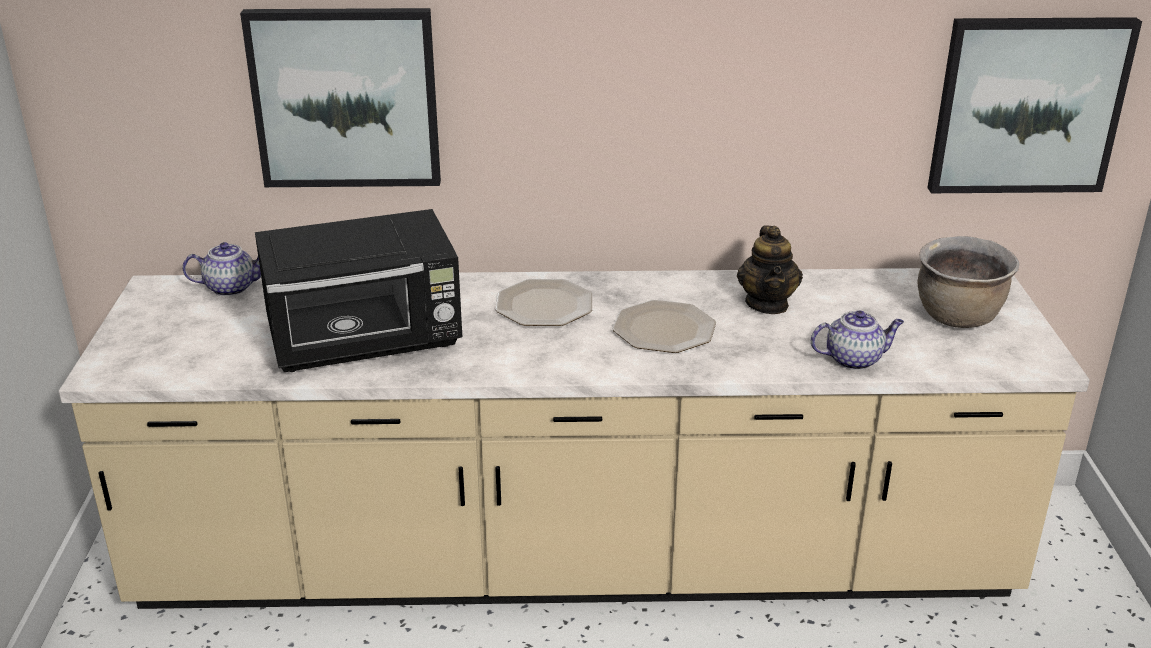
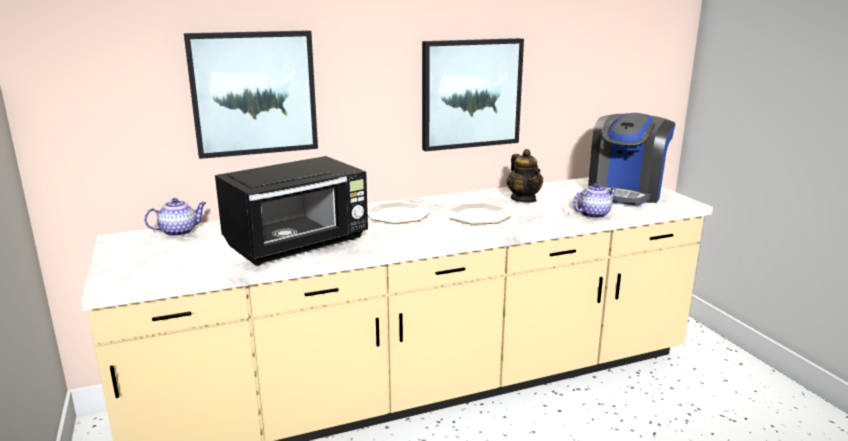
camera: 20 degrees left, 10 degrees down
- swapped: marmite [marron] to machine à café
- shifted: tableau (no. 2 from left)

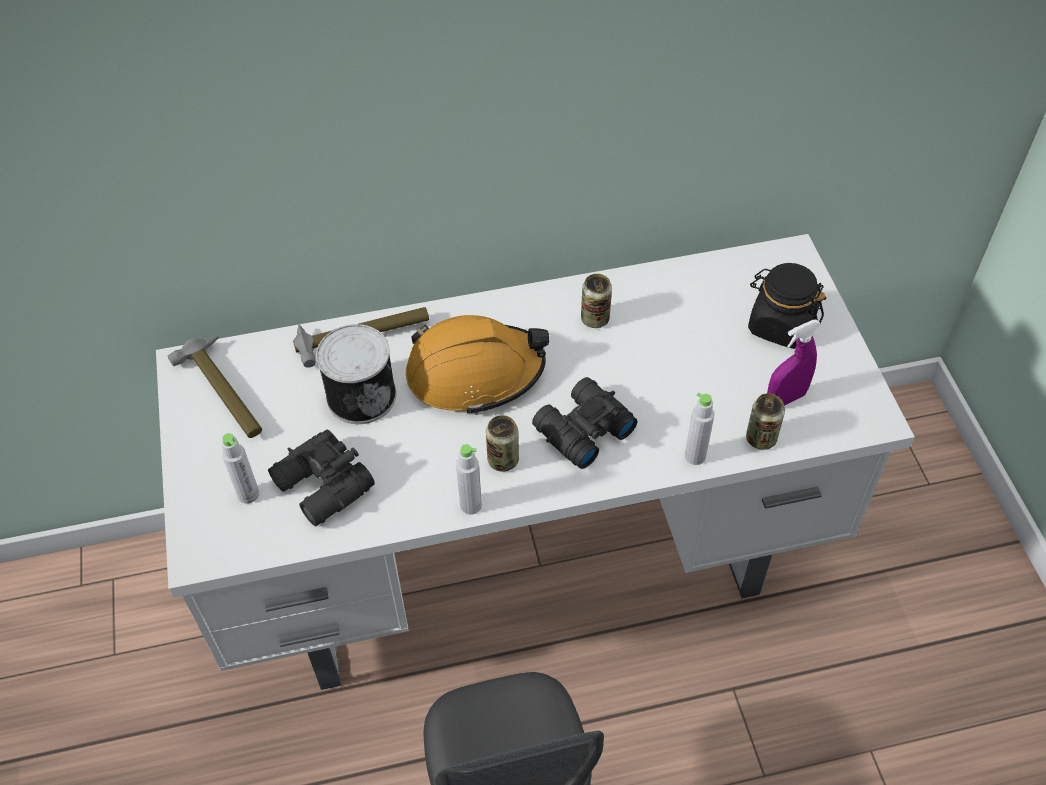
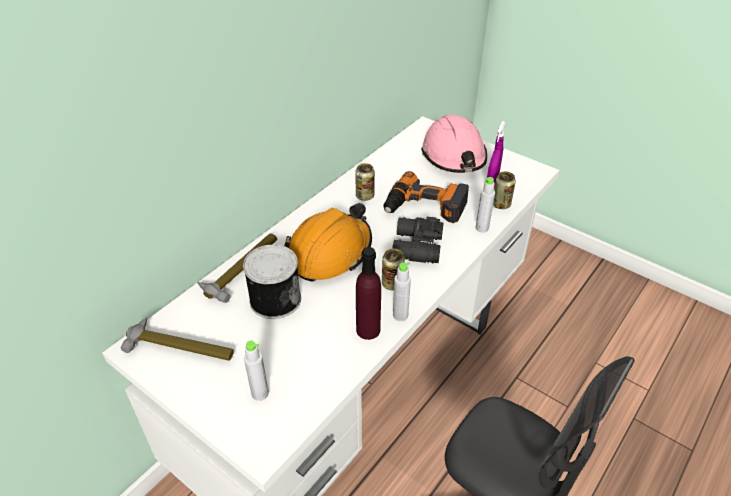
camera: 40 degrees left, 10 degrees down
- gone: jumelles [noir] (no. 1 from left)
- swapped: bocal [noir] to casque de chantier [rose]
- new: bouteille [violet]
- new: perceuse

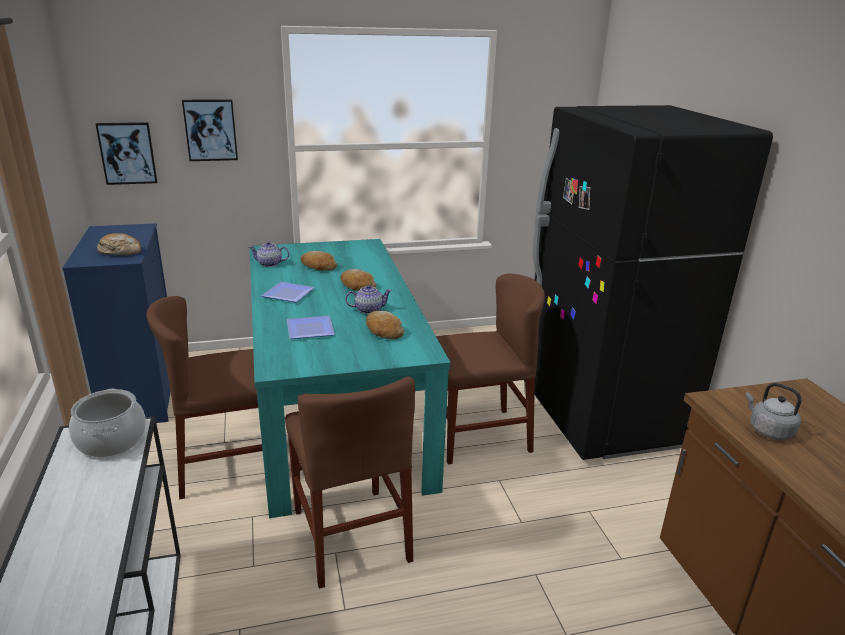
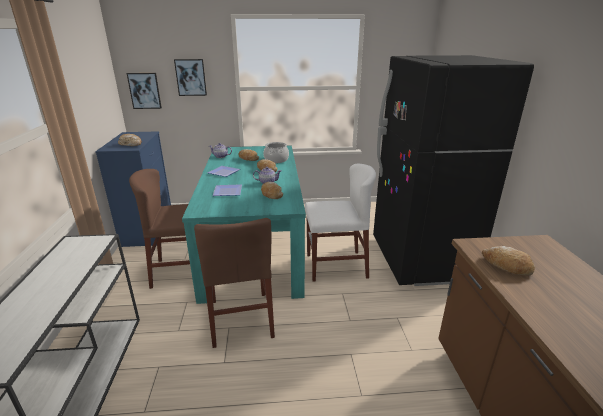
camera: 10 degrees right, 0 degrees up
- shifted: marmite
- repainted: chaise [marron] (no. 3 from left) to chaise [blanc]
- swapped: bouilloire [gris] to pain (no. 5 from left)

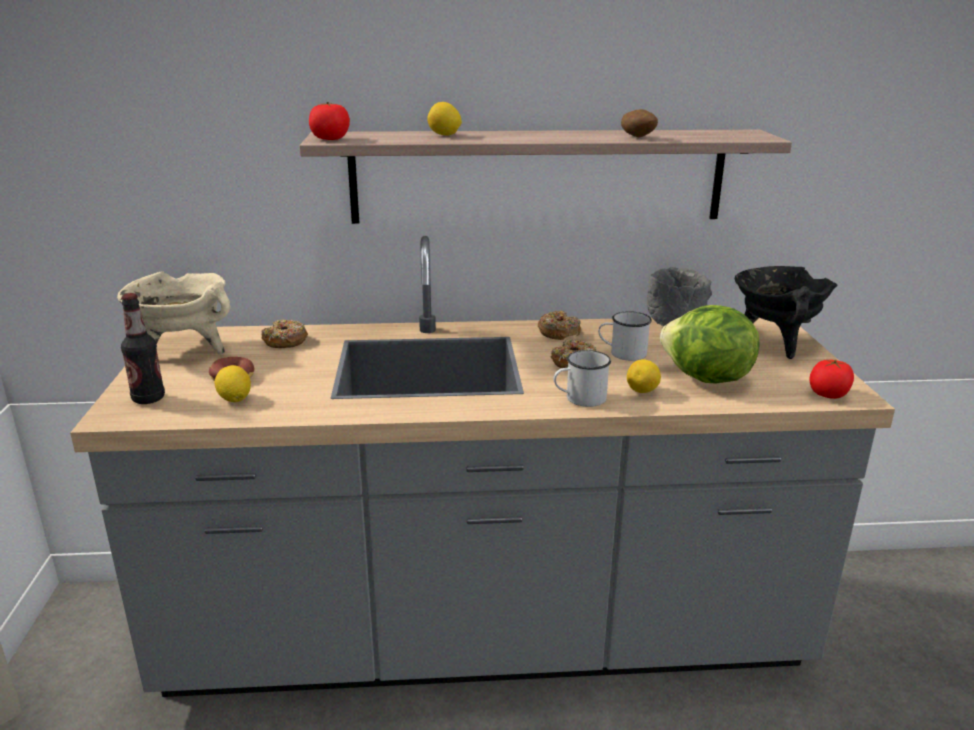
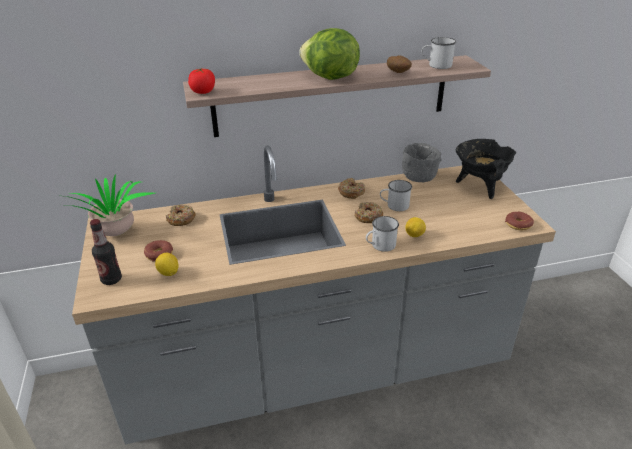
camera: 10 degrees left, 10 degrees up
- swapped: marmite [beige] to plante en pot
- gone: citron (no. 2 from left)
- shifted: laitue
- swapped: tomate (no. 2 from left) to beignet (no. 5 from left)
- new: mug [blanc] (no. 3 from left)

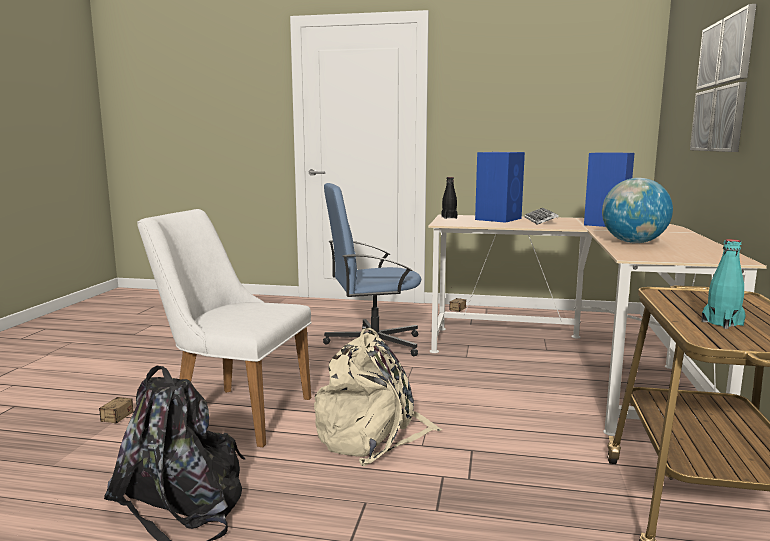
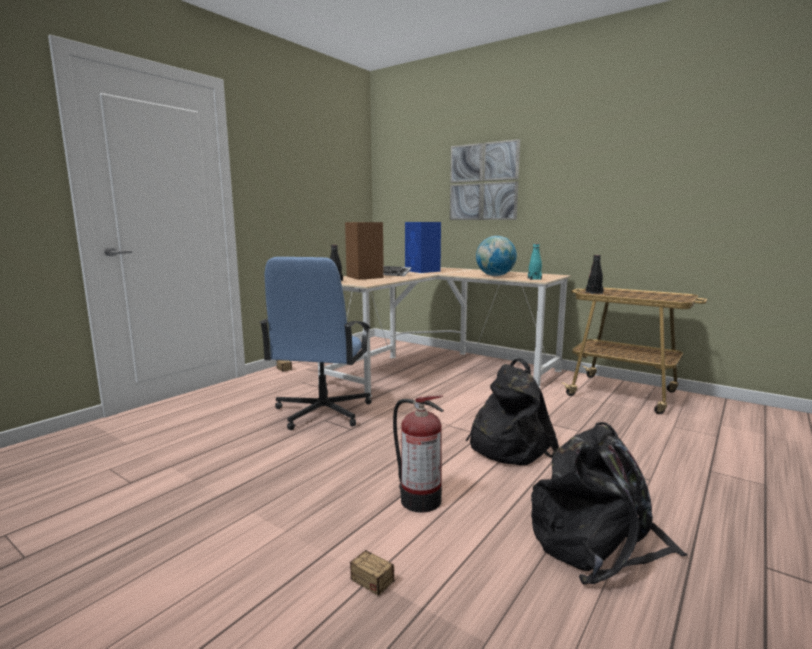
camera: 65 degrees left, 0 degrees up
- swapped: chaise [blanc] to extincteur
- repainted: sac à dos [beige] to sac à dos [noir] (no. 1 from left)
- repainted: enceinte [bleu] (no. 1 from left) to enceinte [marron]
- shifted: bouteille [turquoise]
- new: bouteille [noir] (no. 2 from left)

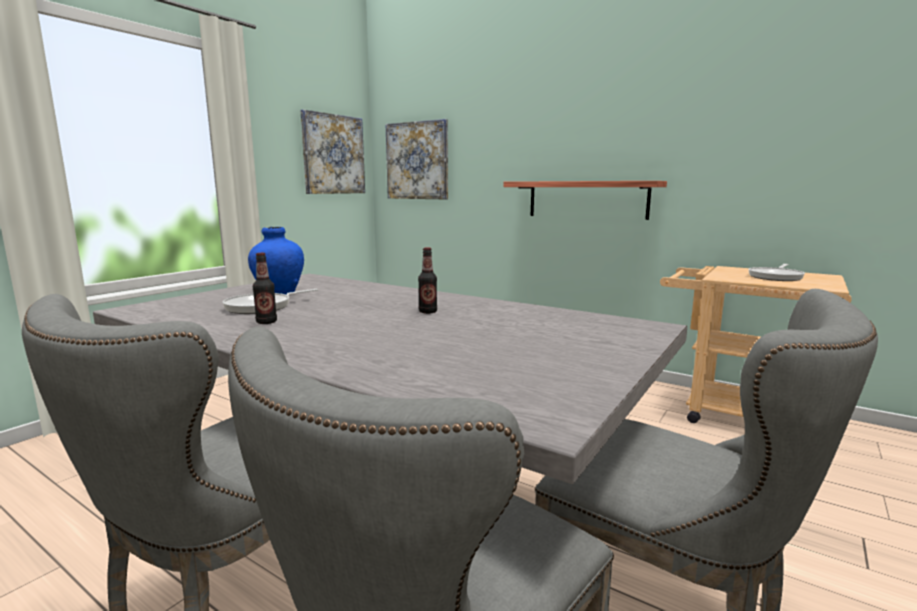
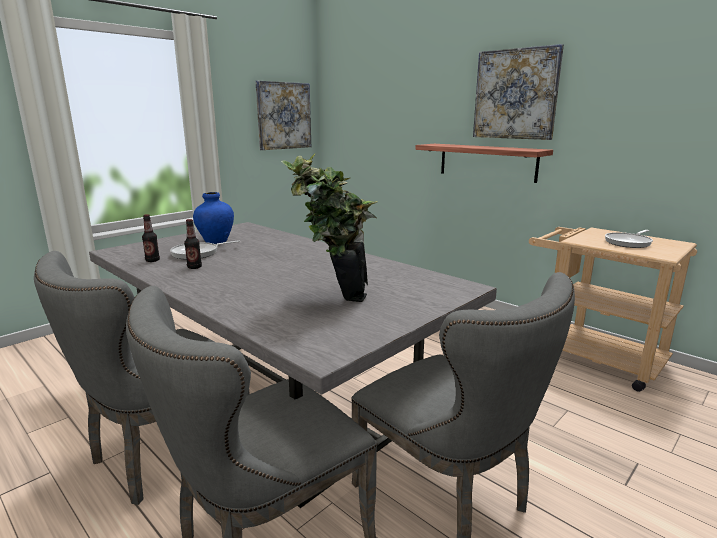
camera: 10 degrees right, 5 degrees up
- shifted: tableau (no. 2 from left)
- shifted: bouteille (no. 2 from left in the first image) to bouteille (no. 1 from left)
- new: plante en pot

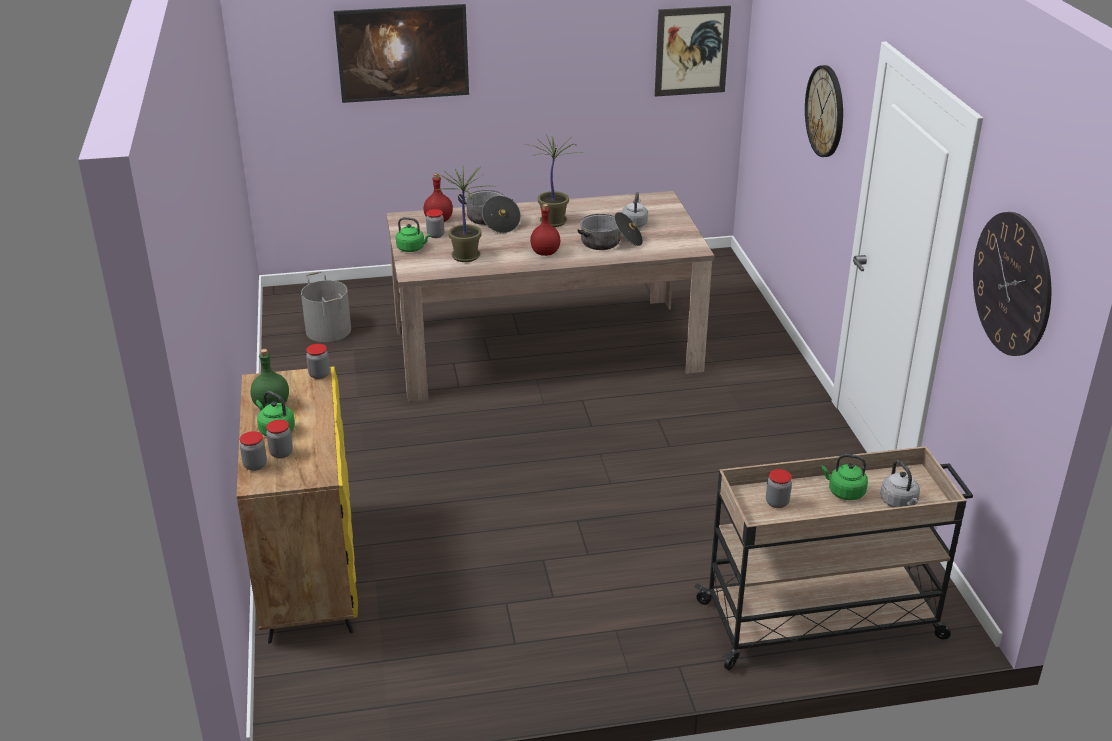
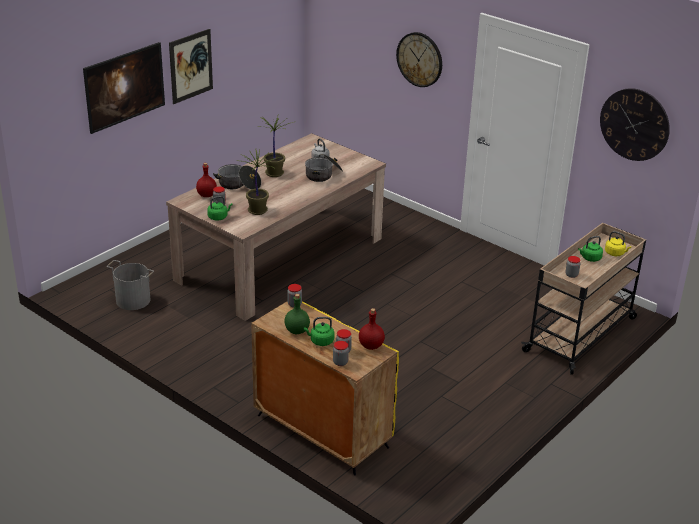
camera: 40 degrees left, 0 degrees up
- shifted: bouteille [rouge] (no. 2 from left)
- shifted: tableau (no. 2 from left)
- repainted: bouilloire [gris] (no. 2 from left) to bouilloire [jaune]

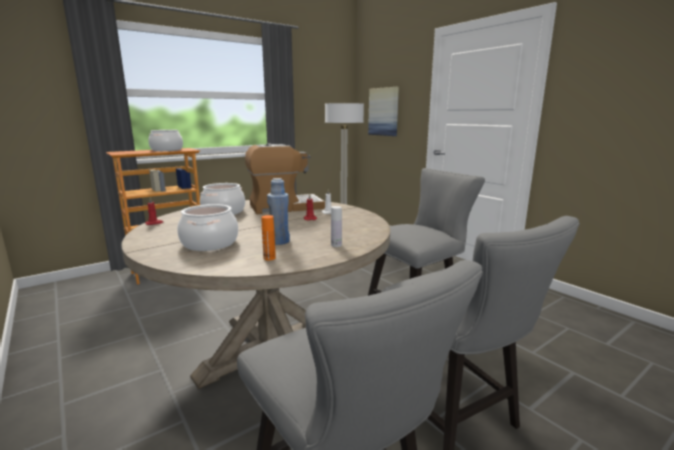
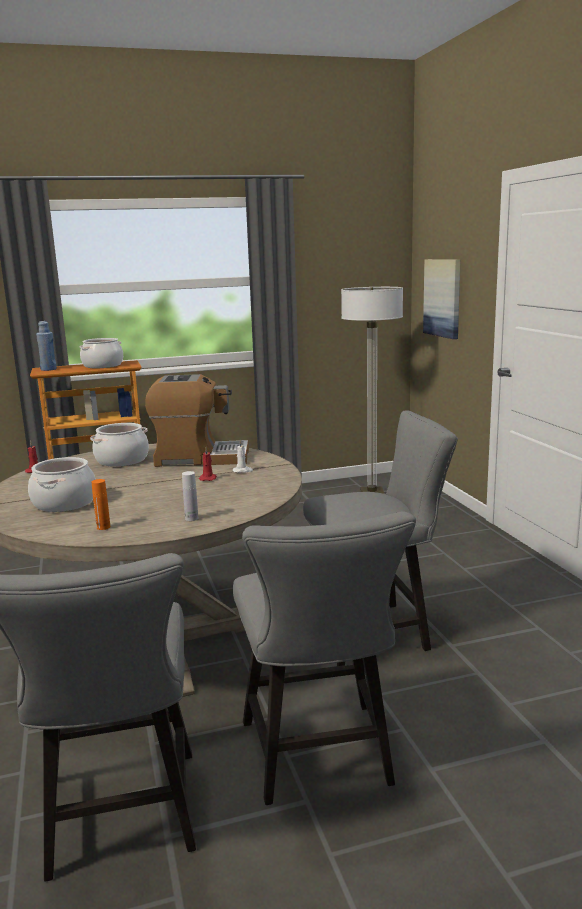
camera: 20 degrees right, 0 degrees up
- shifted: bouteille [bleu]

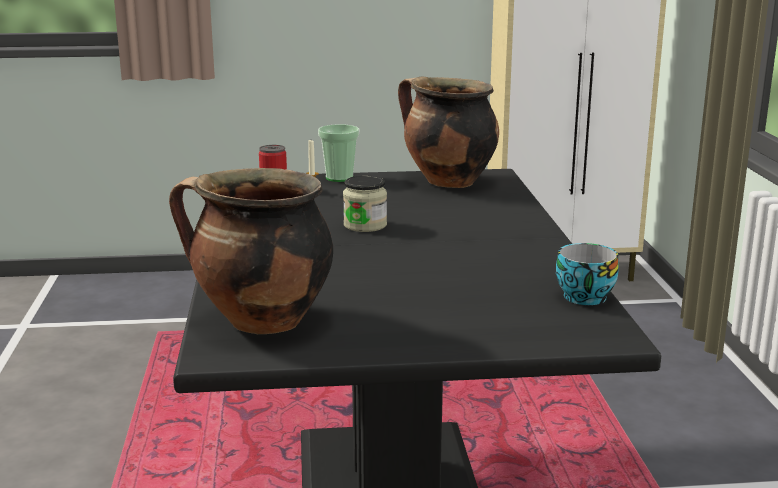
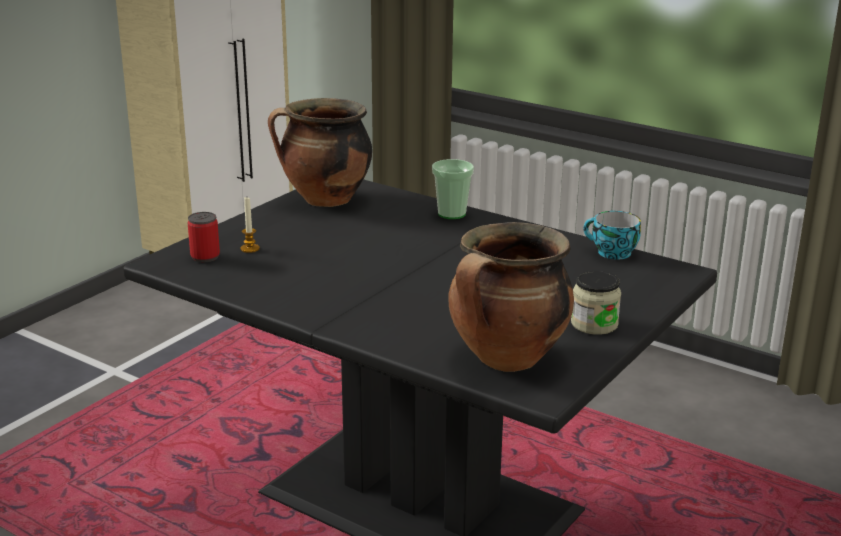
camera: 50 degrees left, 5 degrees up
- shifted: tasse (no. 1 from left)
- shifted: bocal

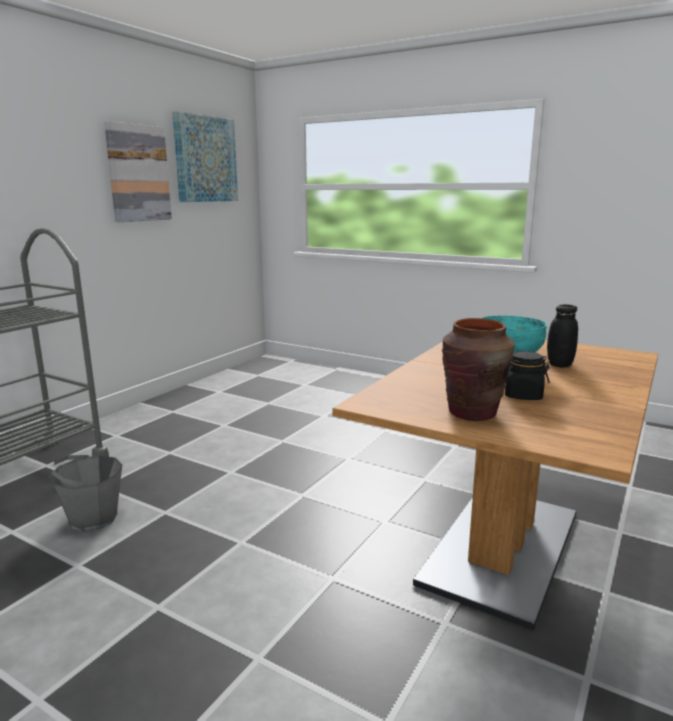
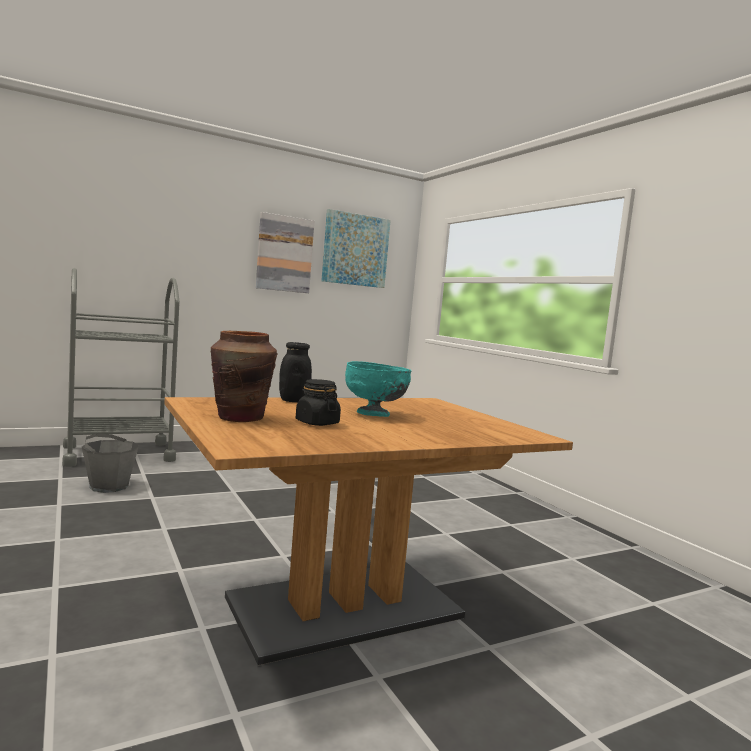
camera: 30 degrees right, 10 degrees down
- shifted: bocal [noir] (no. 2 from left in the first image) to bocal [noir] (no. 1 from left)

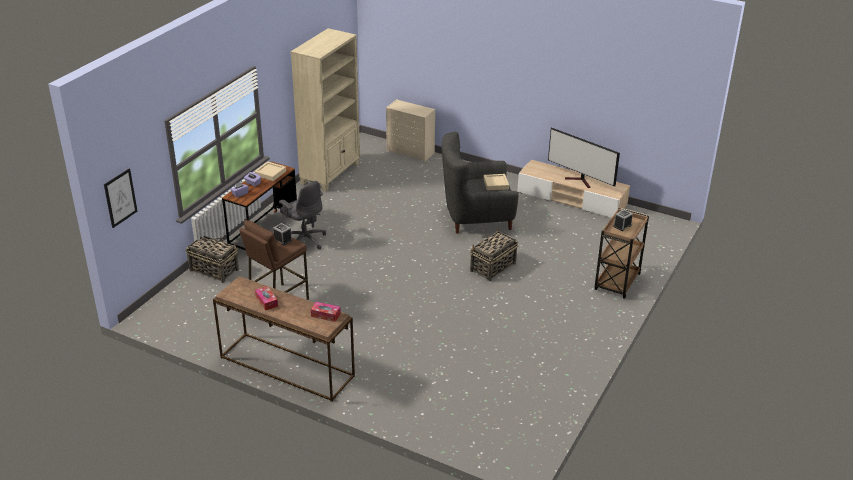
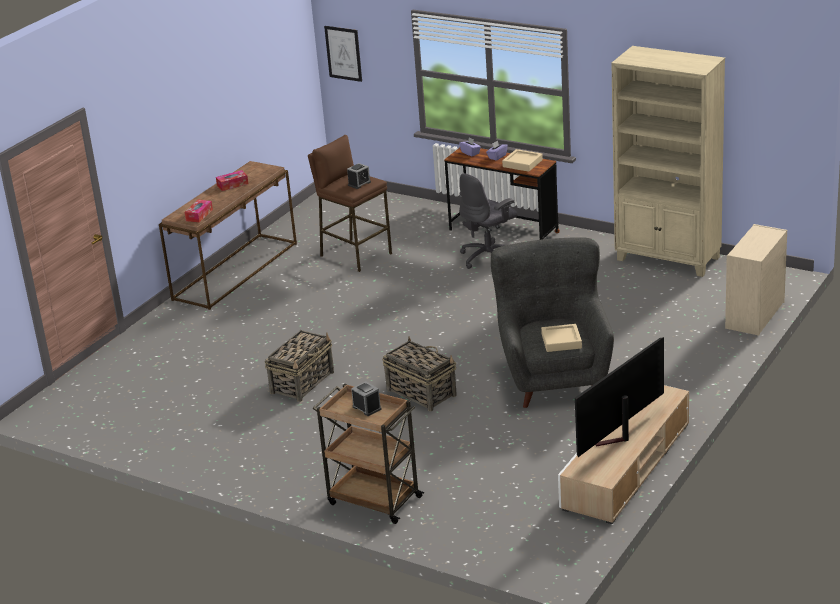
camera: 95 degrees right, 5 degrees down
- shifted: panier (no. 1 from left)

